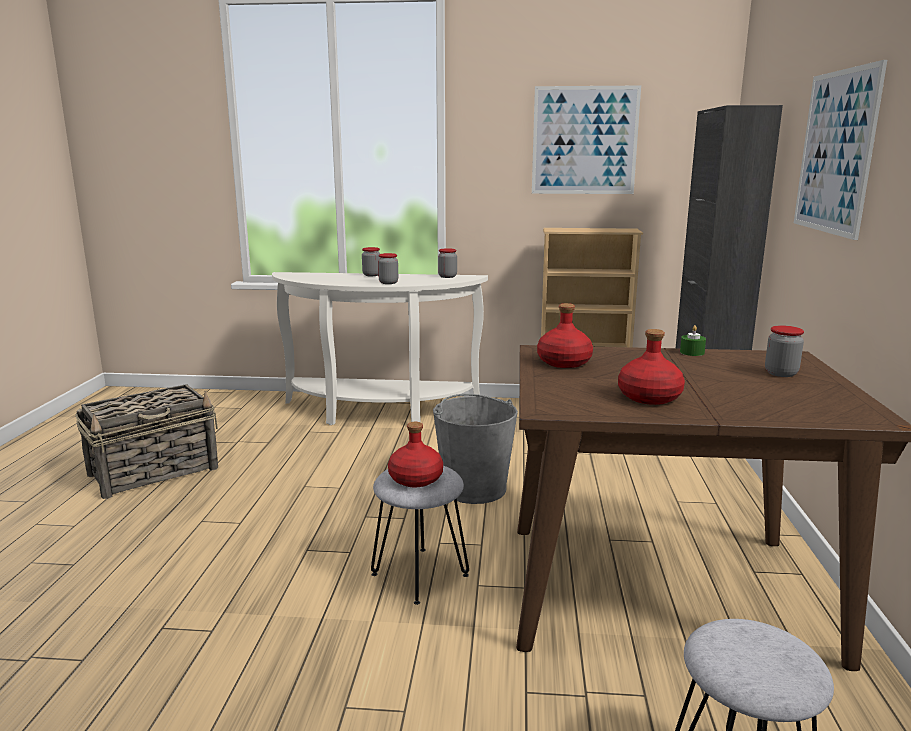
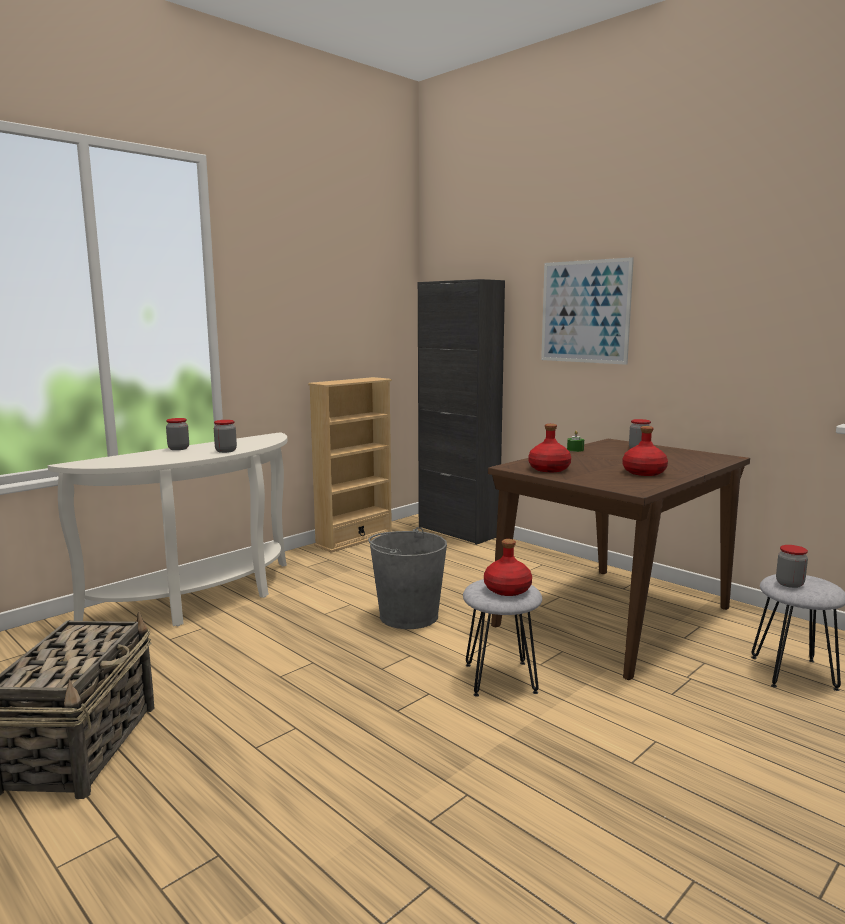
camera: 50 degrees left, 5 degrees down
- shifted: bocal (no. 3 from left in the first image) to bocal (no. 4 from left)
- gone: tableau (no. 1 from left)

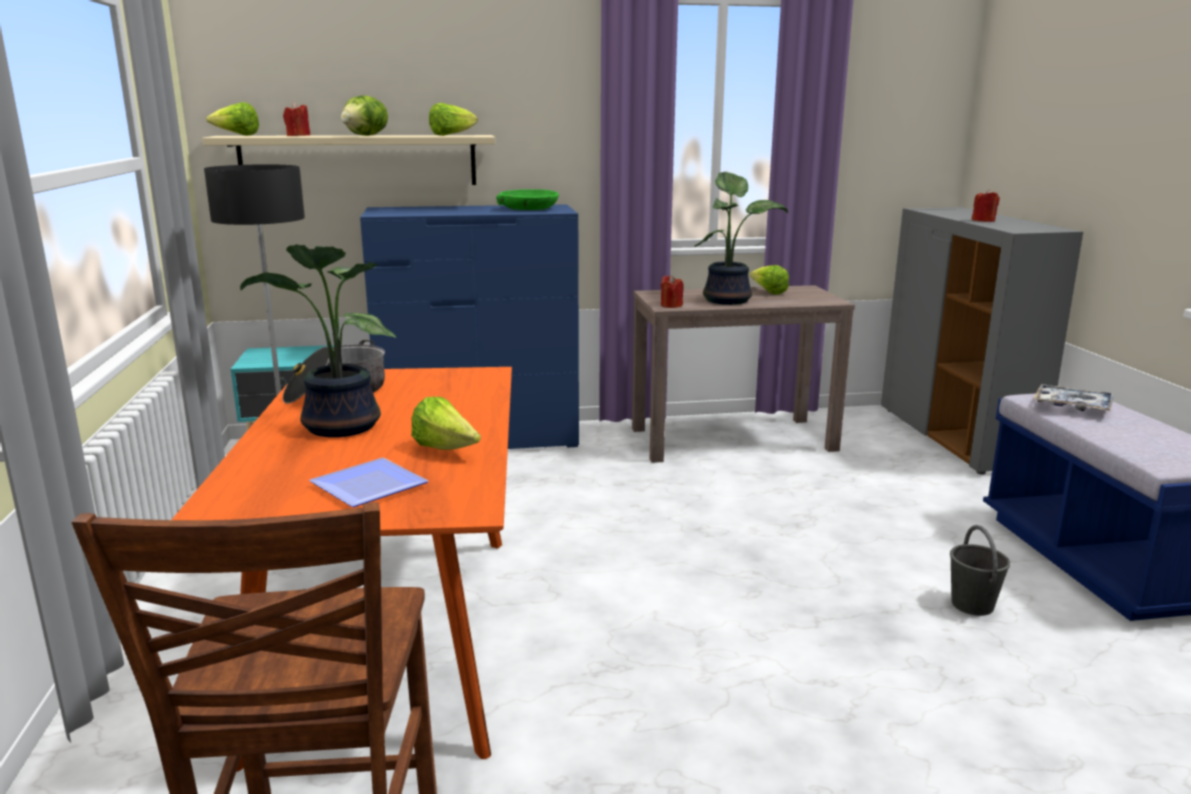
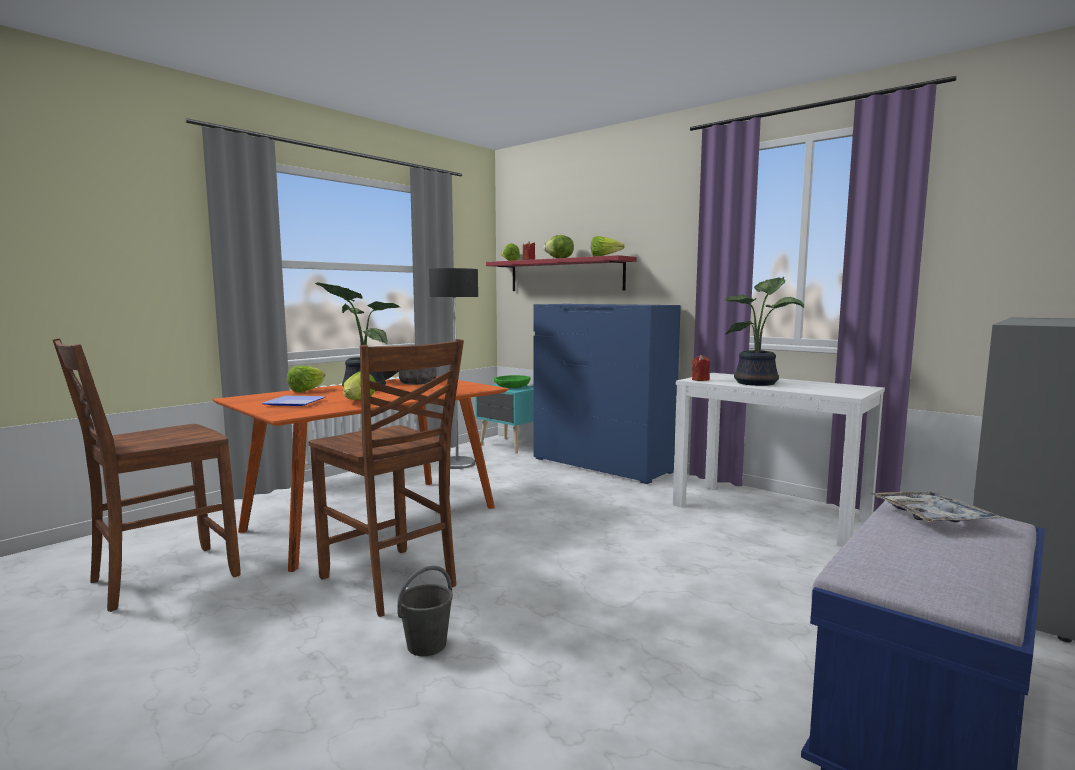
camera: 50 degrees right, 10 degrees down
- repainted: étagère [beige] to étagère [rouge]
- shifted: bol [vert]
- repainted: table console [marron] to table console [blanc]
- shifted: laitue (no. 5 from left in the first image) to laitue (no. 1 from left)
- shifted: seau [gris]
- gone: bougie [rouge] (no. 3 from left)
- new: chaise [marron] (no. 2 from left)

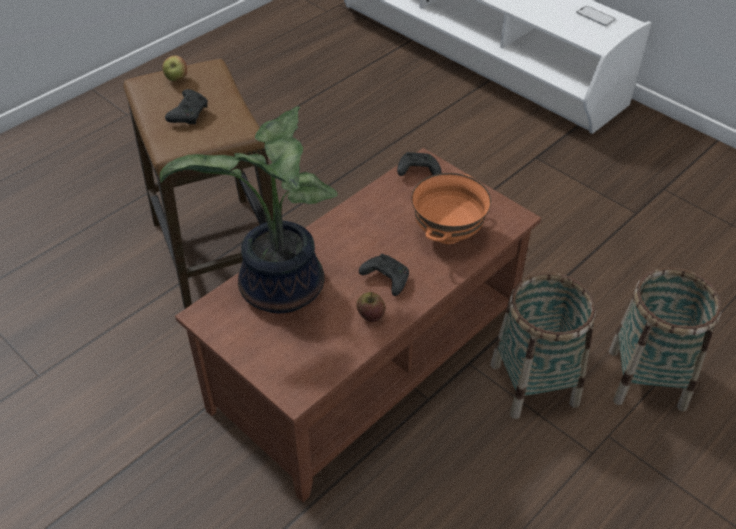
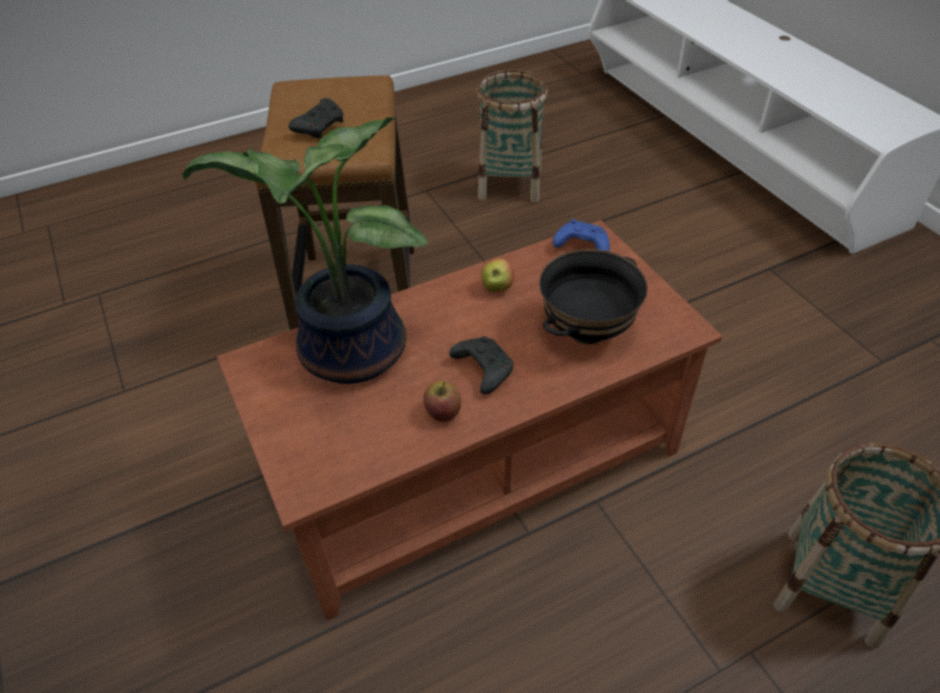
camera: 20 degrees right, 0 degrees up
- shifted: pomme (no. 1 from left in the first image) to pomme (no. 2 from left)
- repainted: manette [noir] (no. 3 from left) to manette [bleu]
- repainted: bol [orange] to bol [noir]
- shifted: panier (no. 1 from left)
- gone: téléphone

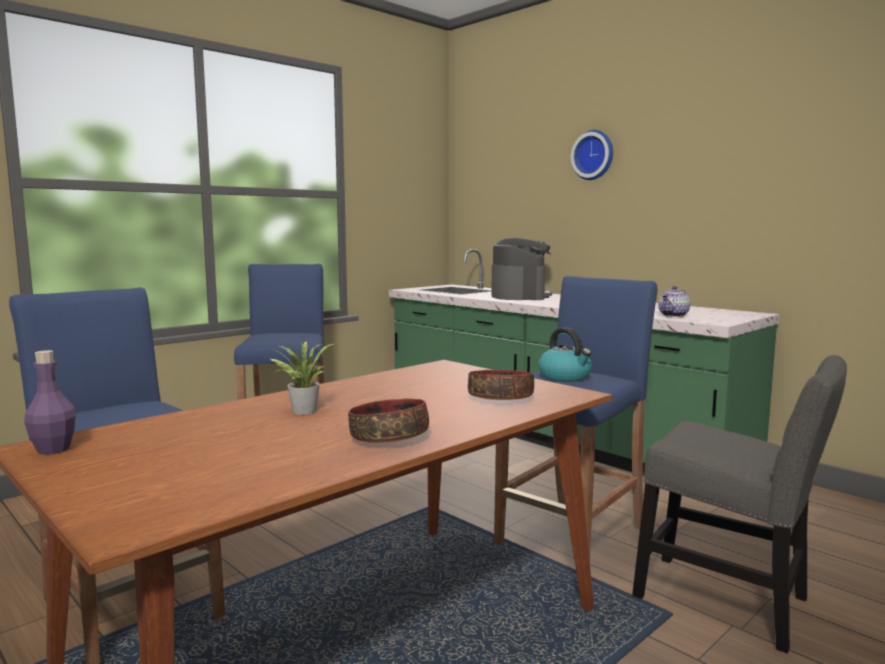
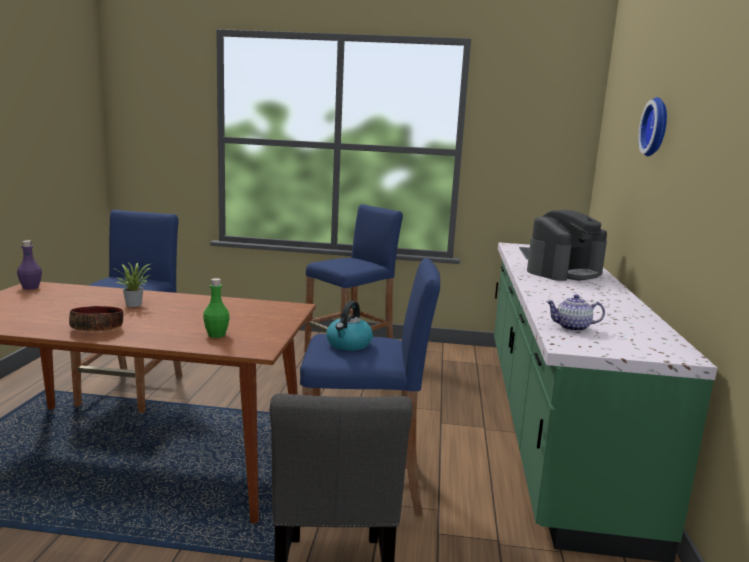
camera: 50 degrees right, 5 degrees up
- swapped: bol (no. 2 from left) to bouteille [vert]

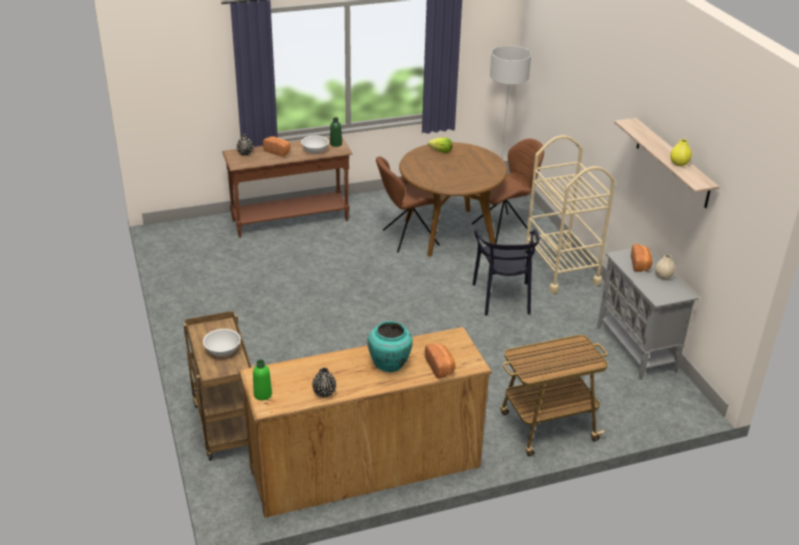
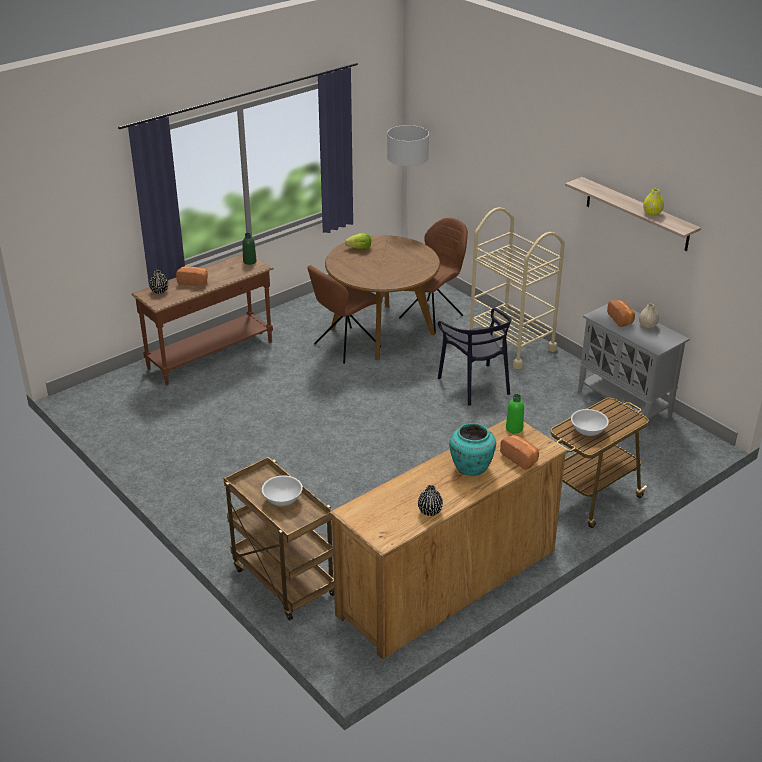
camera: 20 degrees left, 0 degrees up
- shifted: bouteille [vert] (no. 1 from left in the first image) to bouteille [vert] (no. 2 from left)
- shifted: bol [blanc] (no. 2 from left)

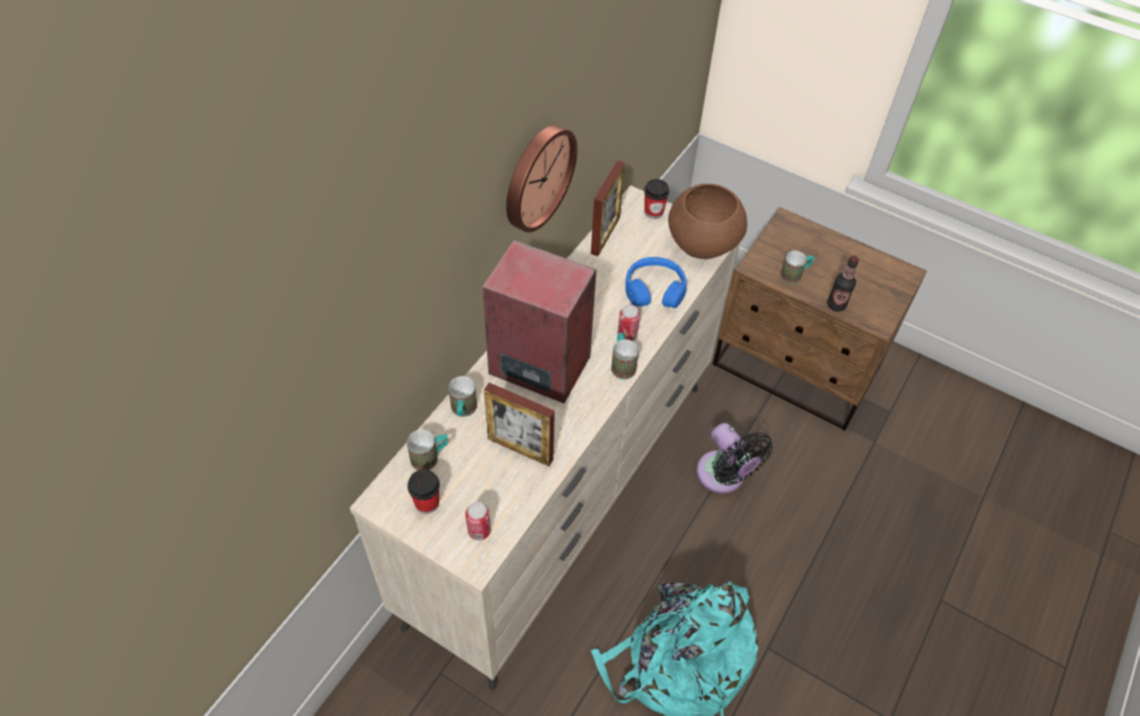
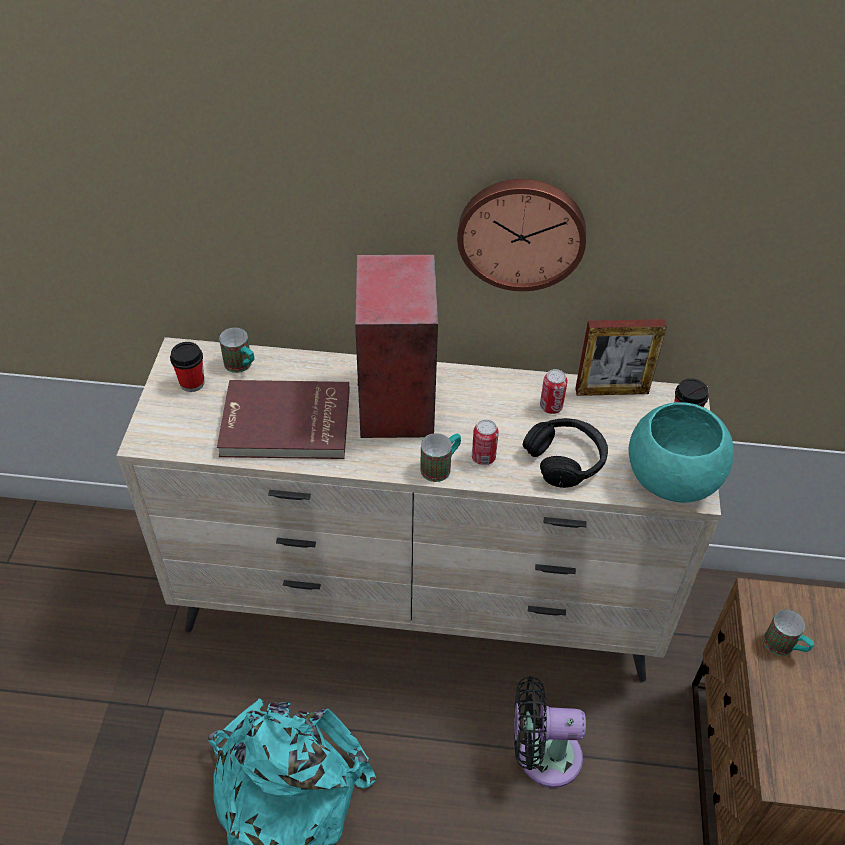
camera: 65 degrees right, 5 degrees down
- gone: mug (no. 2 from left)
- shifted: boîte métallique (no. 1 from left in the first image) to boîte métallique (no. 2 from left)
- swapped: cadre photo (no. 1 from left) to livre [rouge]
- repainted: casque audio [bleu] to casque audio [noir]
- repainted: bol [marron] to bol [turquoise]
- rotated: ventilateur [noir] 60 degrees clockwise
- gone: bouteille

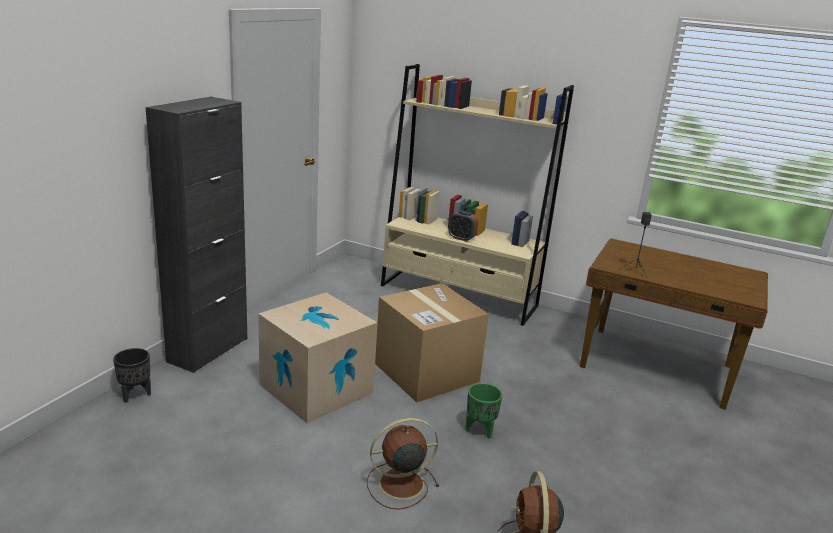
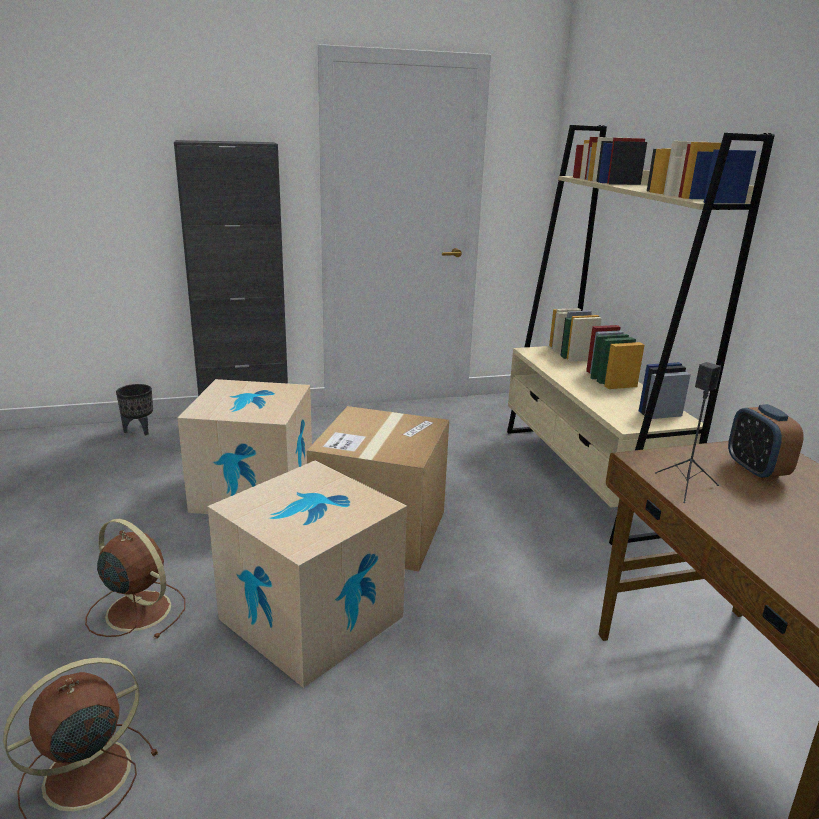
camera: 50 degrees right, 0 degrees up
- shifted: réveil
- swapped: cache-pot [vert] to carton (no. 2 from left)

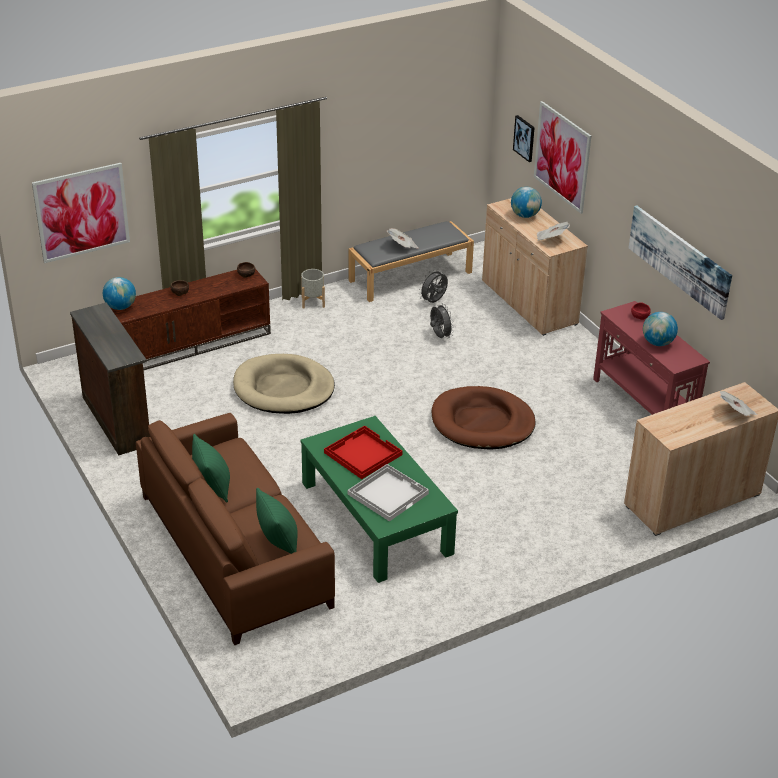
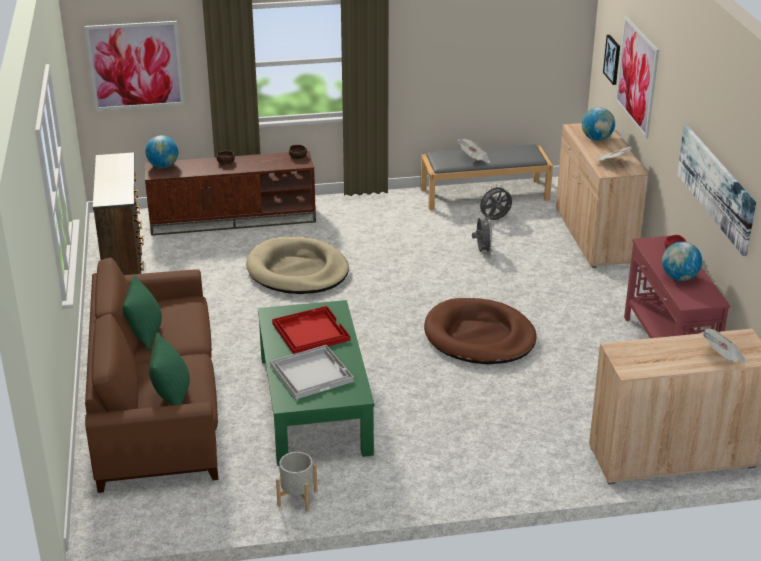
camera: 20 degrees right, 5 degrees down
- shifted: cache-pot [gris]

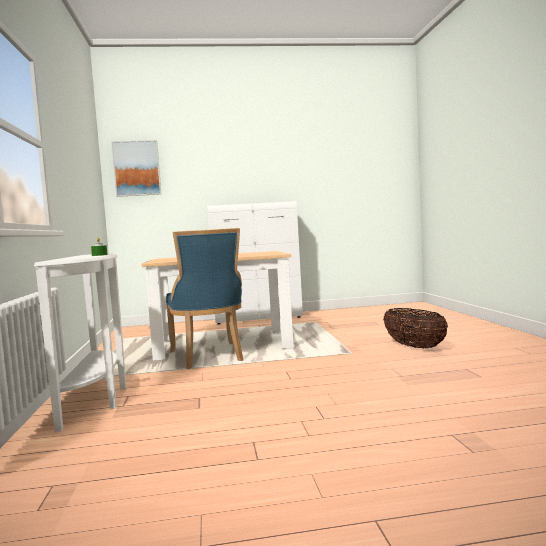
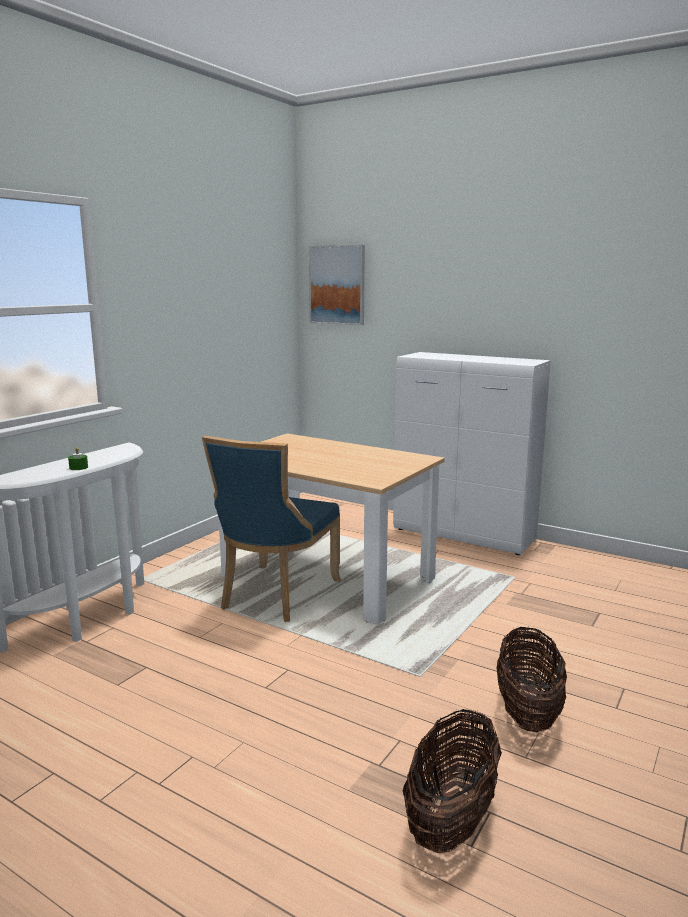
camera: 40 degrees right, 10 degrees up
- new: panier (no. 1 from left)

